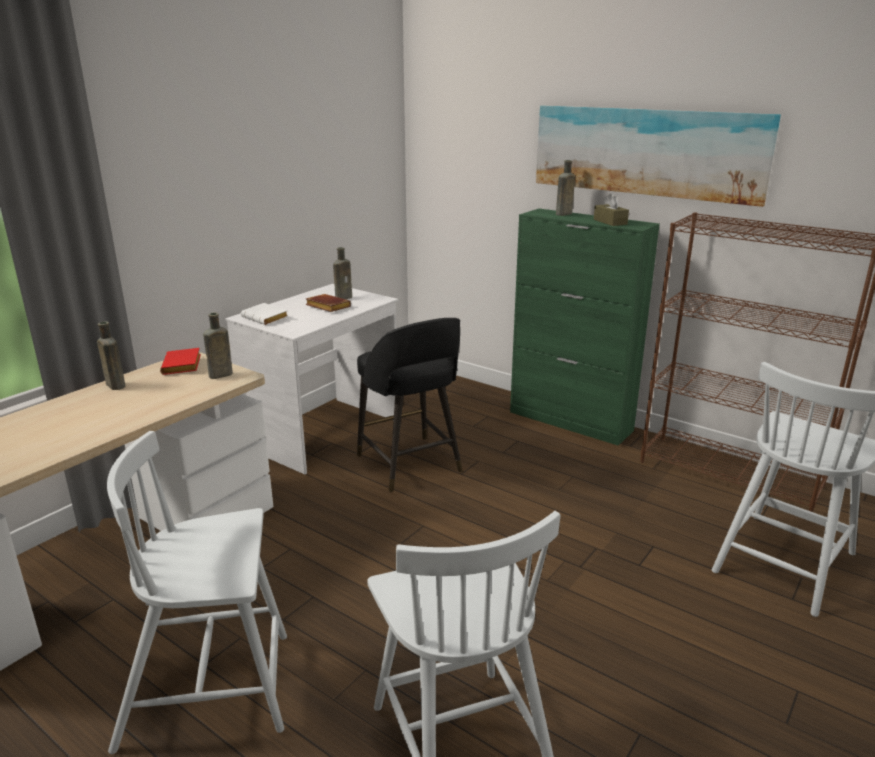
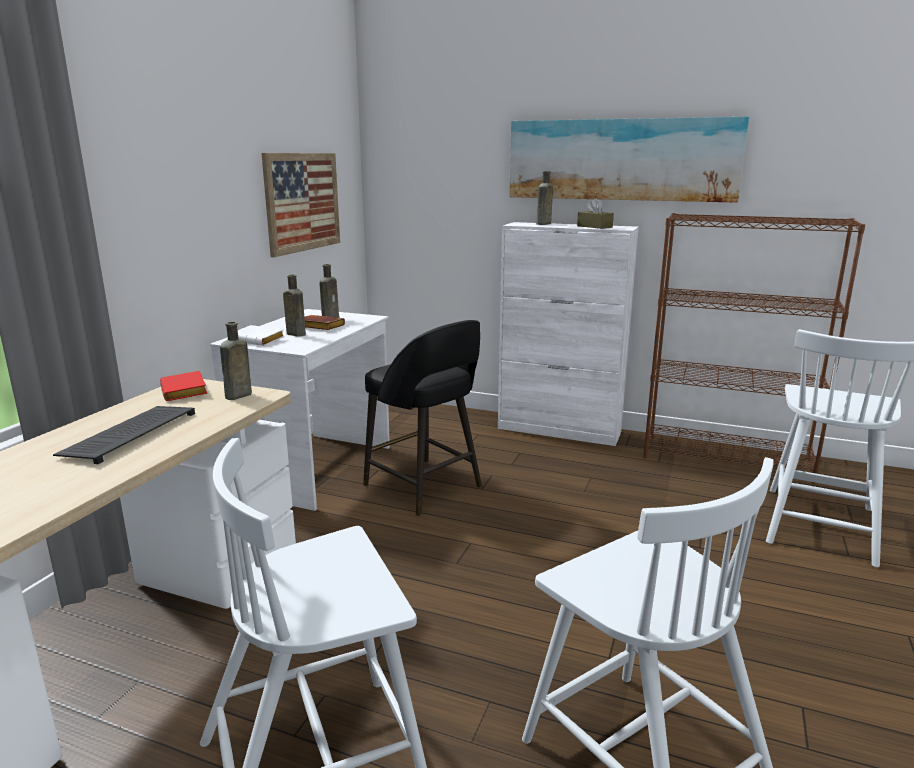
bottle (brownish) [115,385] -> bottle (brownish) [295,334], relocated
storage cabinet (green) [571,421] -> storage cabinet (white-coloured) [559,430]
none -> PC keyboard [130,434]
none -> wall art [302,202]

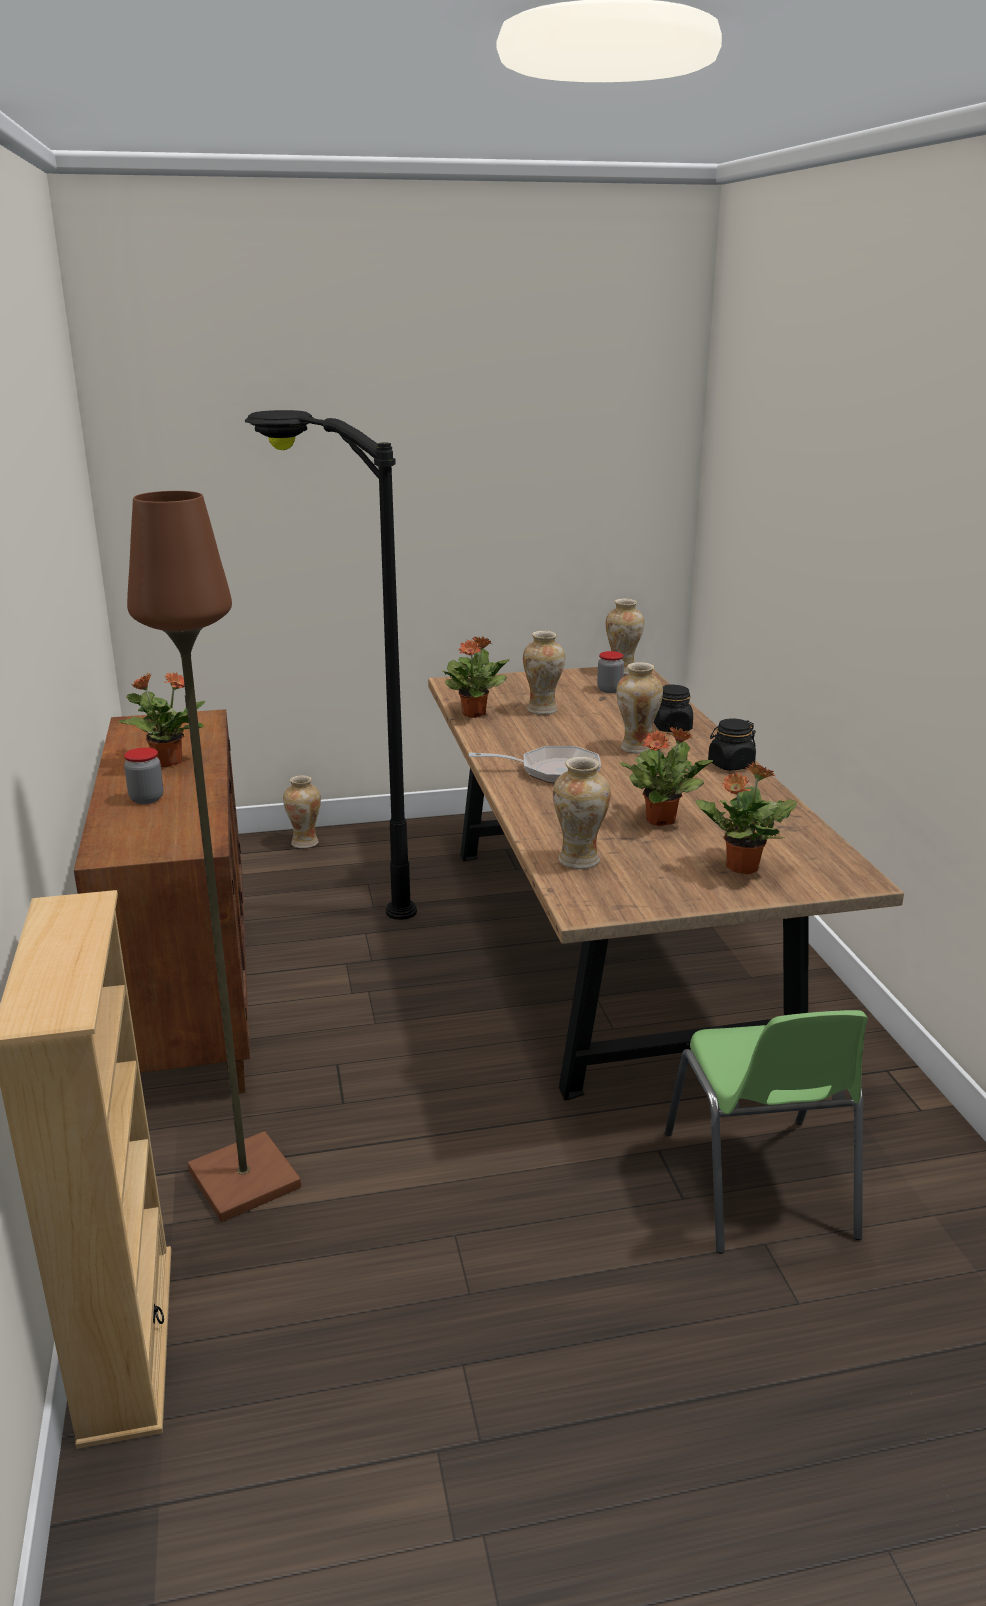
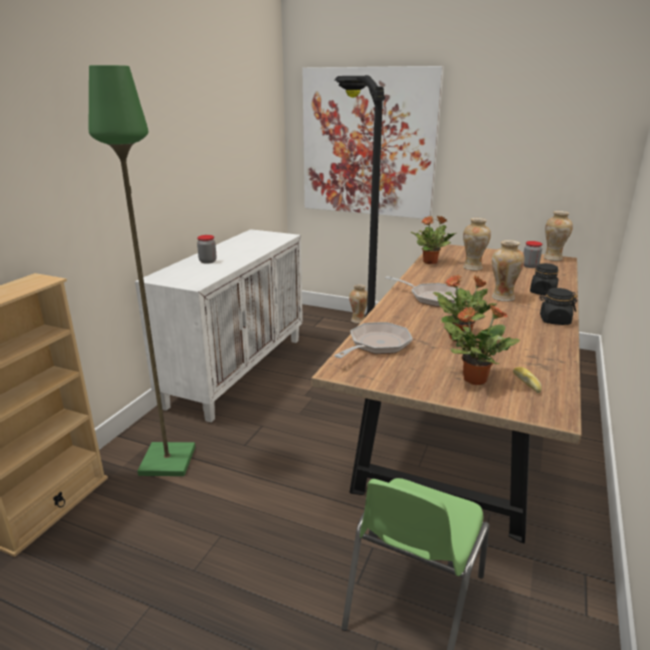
storage cabinet (brownish) [187,993] -> storage cabinet (white-coloured) [237,370]
plant in a pot [167,762] -> none
standing lamp (brownish) [242,1179] -> standing lamp (green) [167,460]
flower vase [579,861] -> skillet [376,345]
none -> wall art [368,143]
none -> bakery bread [527,383]

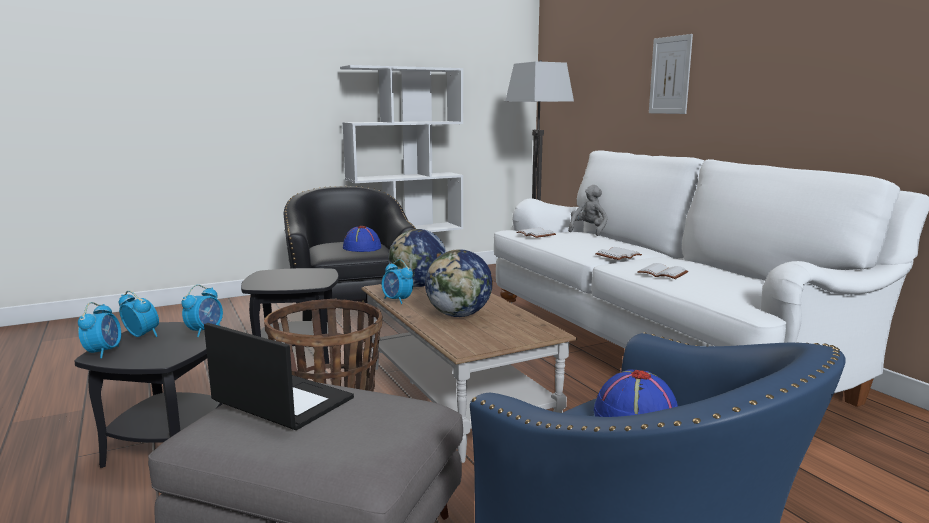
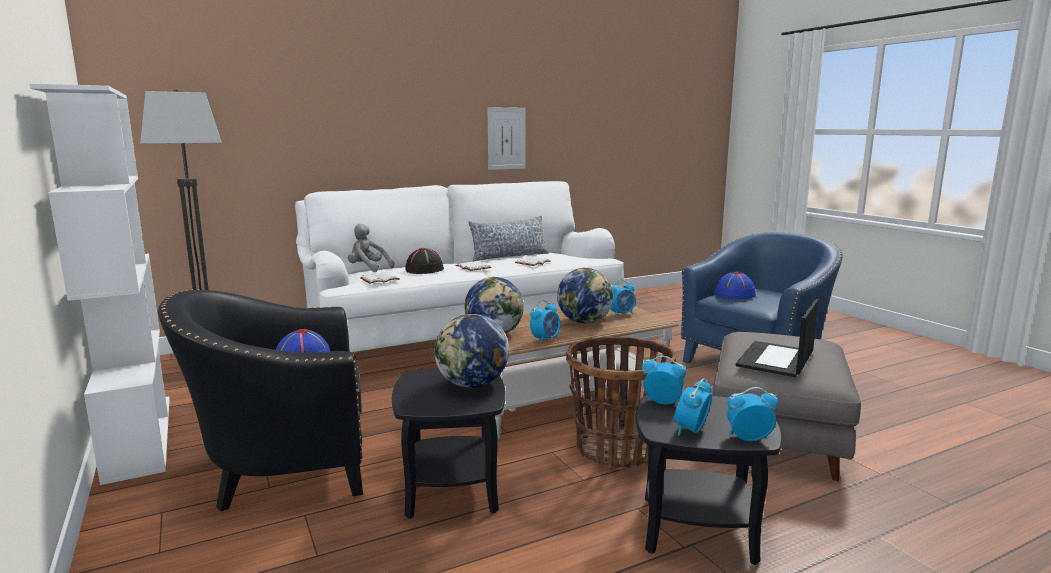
wall art [670,75] -> wall art [506,138], relocated
none -> wearable hat (black) [424,270]
none -> desk globe [472,385]
none -> cushion [509,256]
none -> bedside clock [621,314]

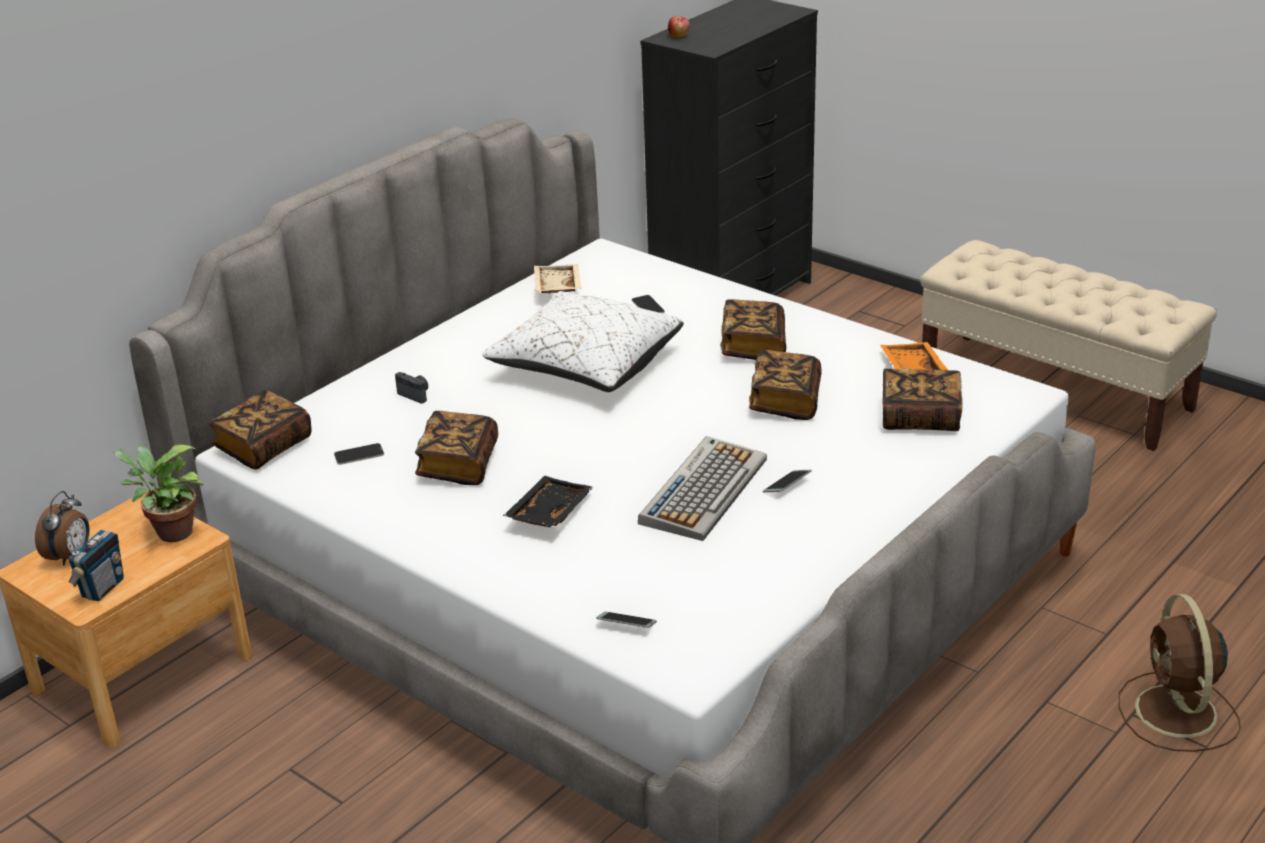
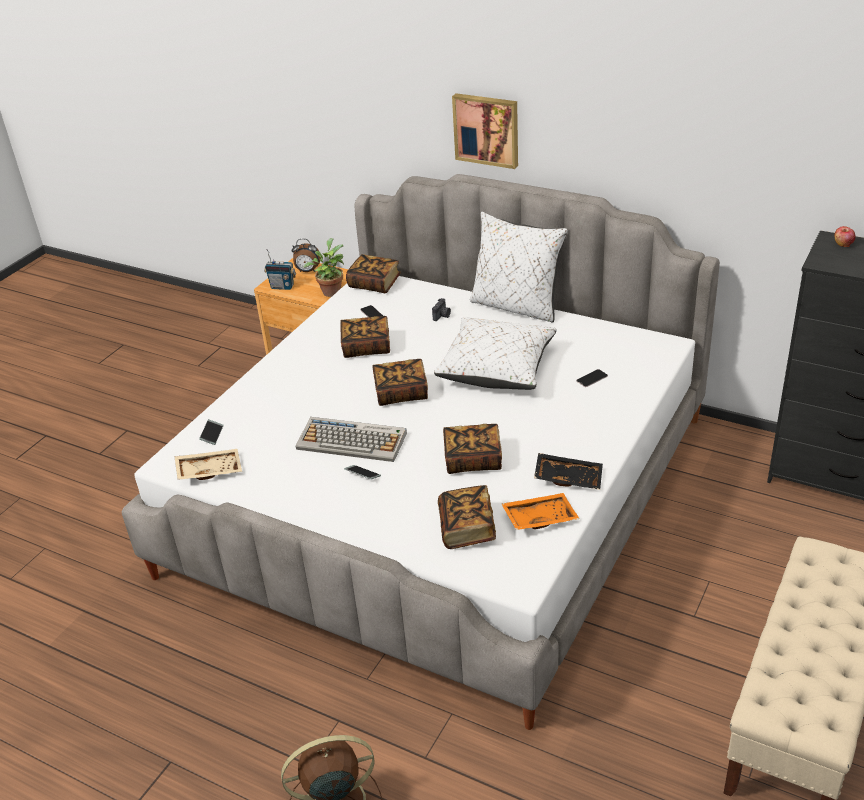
carrying tray (black) [548,512] -> carrying tray (black) [568,477], relocated
carrying tray (beige-coloured) [556,288] -> carrying tray (beige-coloured) [209,470], relocated
book [753,347] -> book [401,393], relocated
none -> wall art [487,129]
none -> cushion (white-coloured) [516,306]

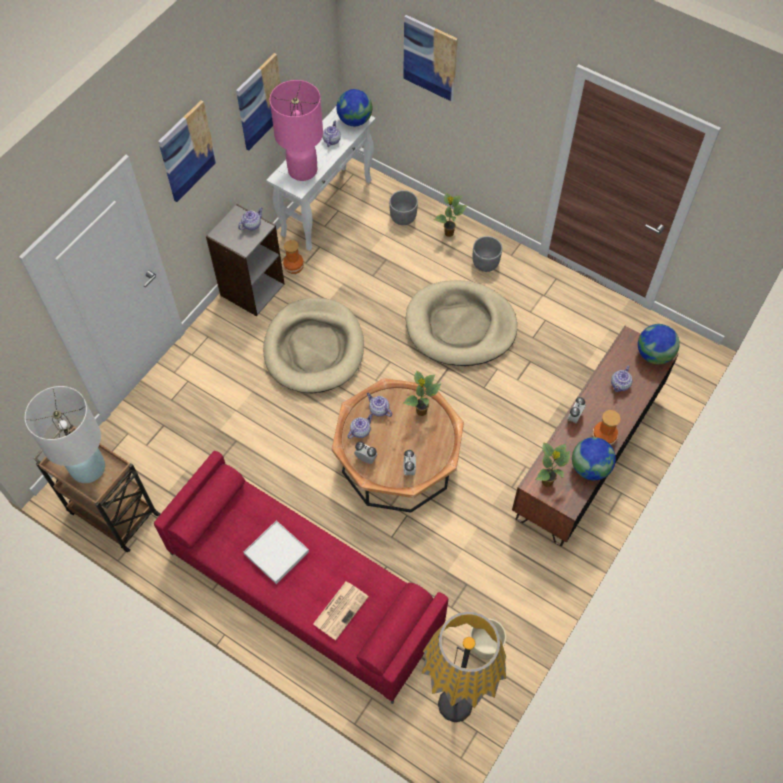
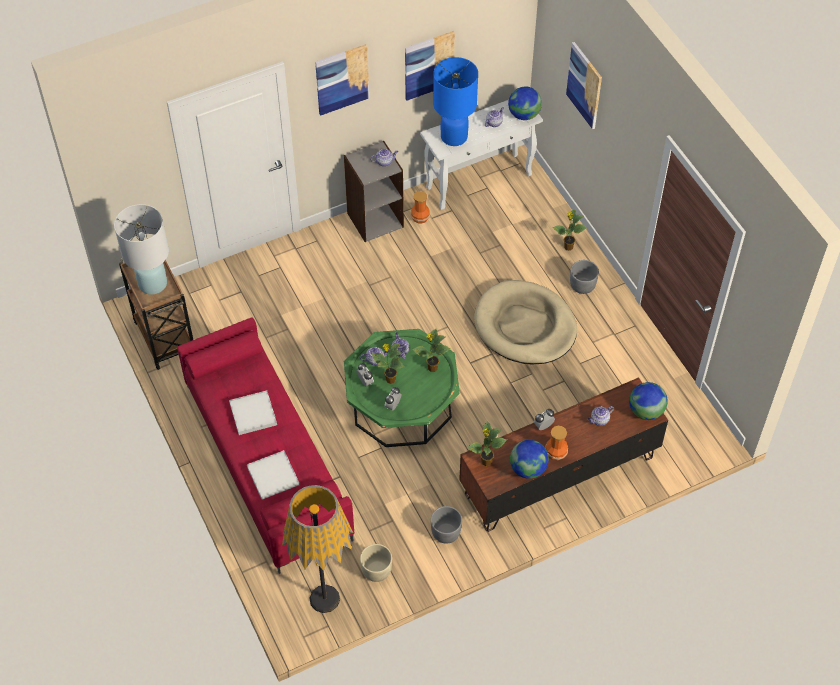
dog bed (beige-coloured) [314,348] -> none
table lamp (pinkish) [302,170] -> table lamp (bluish) [454,137]
daily paper [341,609] -> carrying tray (white-coloured) [273,476]
lounge table (brownish) [397,461] -> lounge table (green) [401,404]
plant pot (greyish) [403,217] -> plant pot (greyish) [446,533], relocated
none -> plant in a pot [390,379]

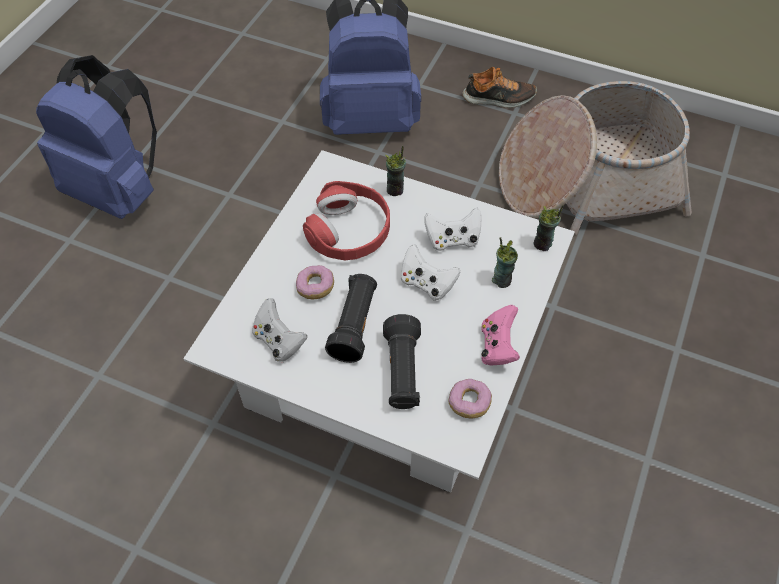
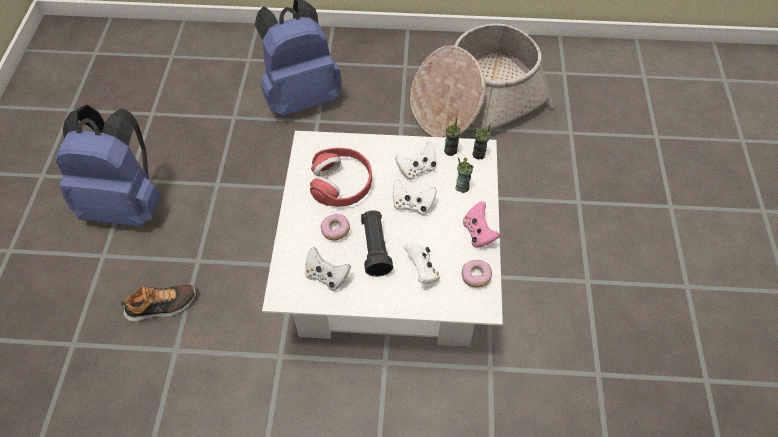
hand torch (black) [402,372] -> joypad (white-coloured) [422,270]
small cup [395,190] -> small cup [450,150], relocated
item of footwear [498,98] -> item of footwear [162,306], relocated

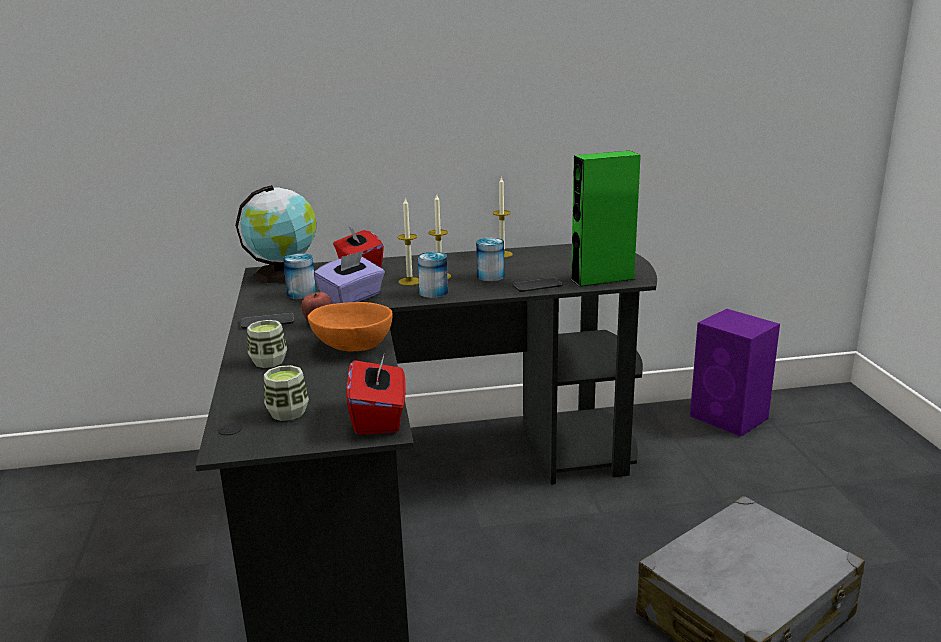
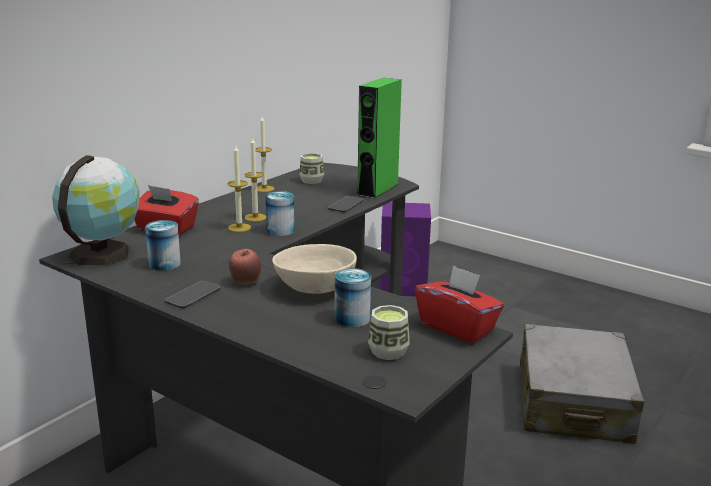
small cup [268,361] -> small cup [311,180], relocated
bowl (orange-coloured) [353,346] -> bowl (beige-coloured) [316,288]
tissue holder (purple) [352,298] -> none
metal can [490,276] -> metal can [352,318], relocated

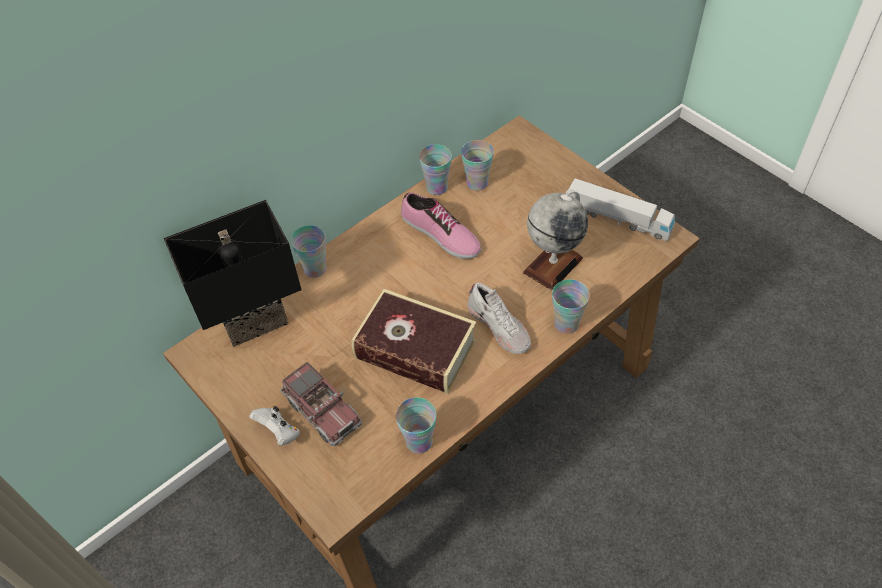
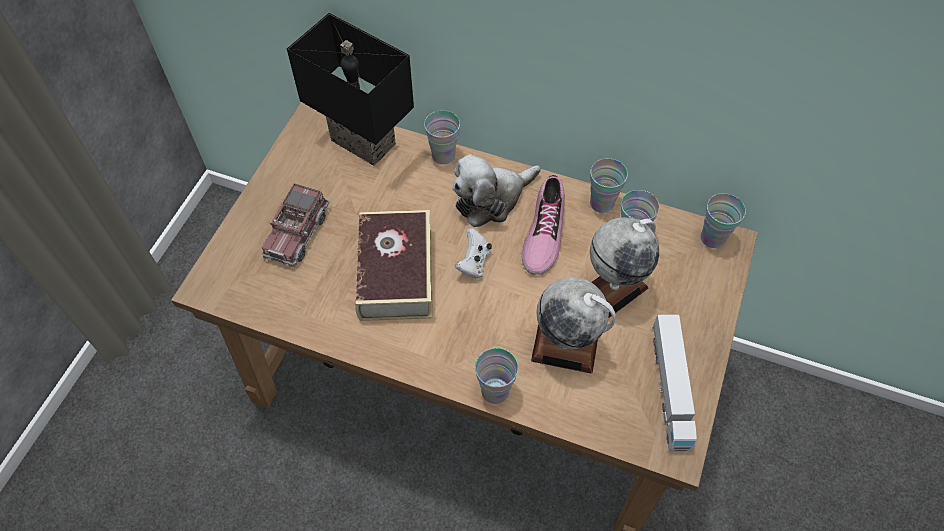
joypad (white-coloured) [279,432] -> joypad (white-coloured) [474,262], relocated
small cup [419,441] -> small cup [712,238], relocated
item of footwear (white-coloured) [499,327] -> none
none -> plush toy [492,199]
none -> desk globe [613,289]

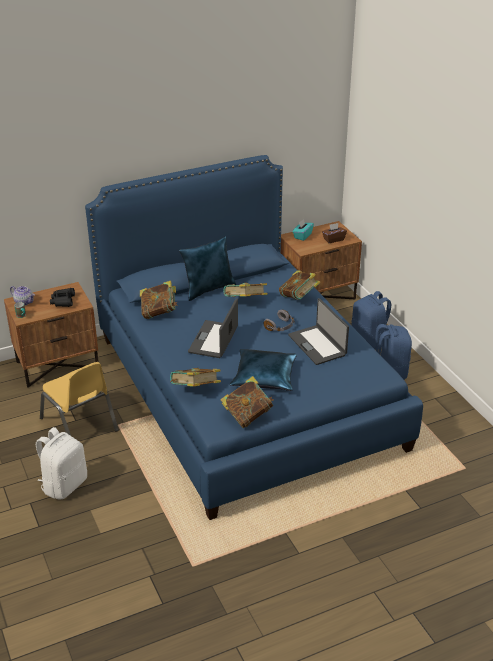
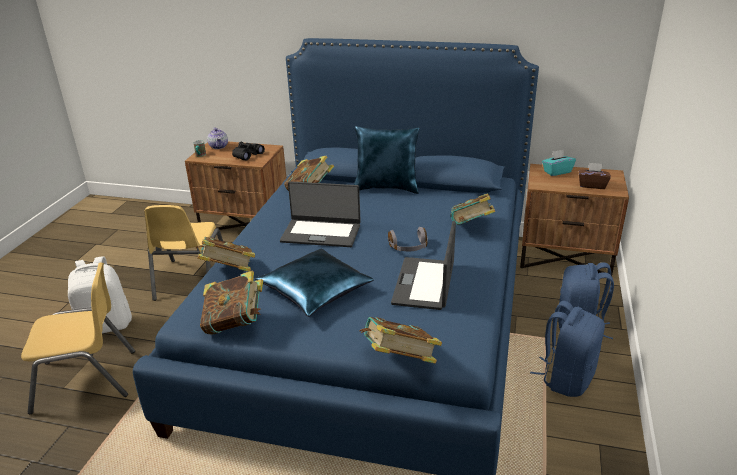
notebook computer [214,340] -> notebook computer [321,233], 135 degrees counterclockwise
book [245,303] -> book [399,360], relocated
none -> chair (yellowish) [86,380]

